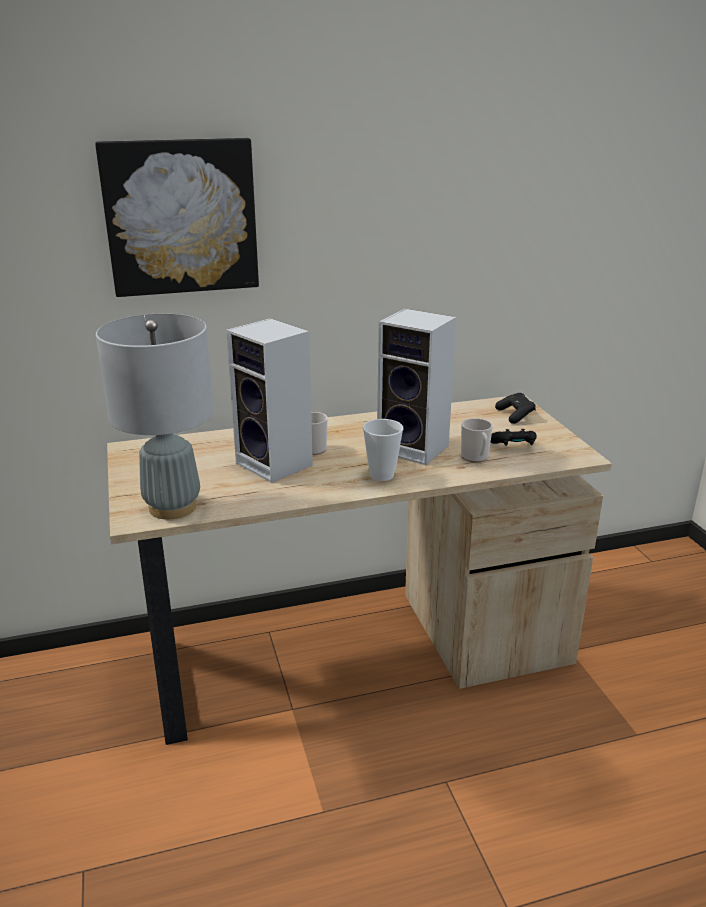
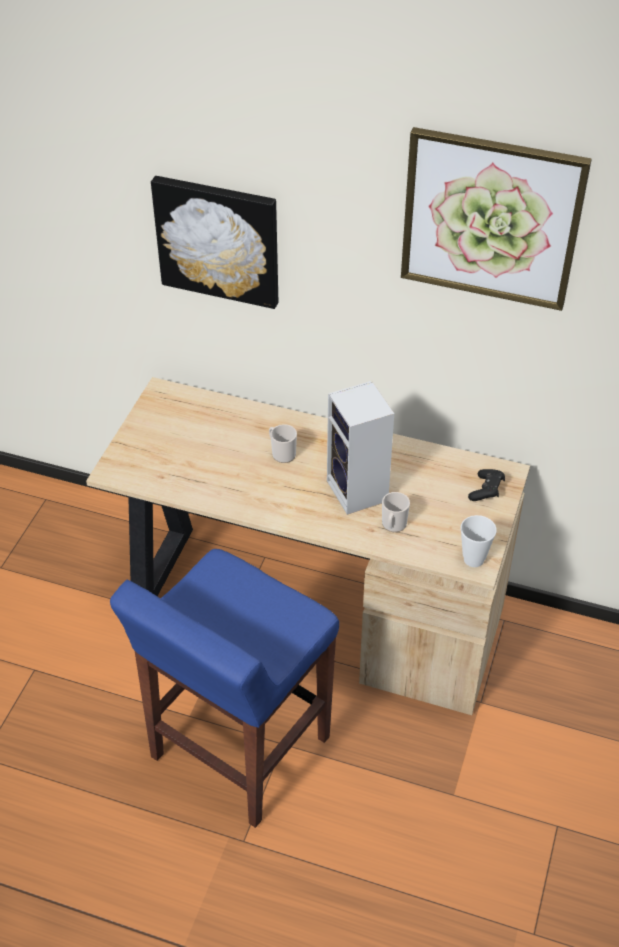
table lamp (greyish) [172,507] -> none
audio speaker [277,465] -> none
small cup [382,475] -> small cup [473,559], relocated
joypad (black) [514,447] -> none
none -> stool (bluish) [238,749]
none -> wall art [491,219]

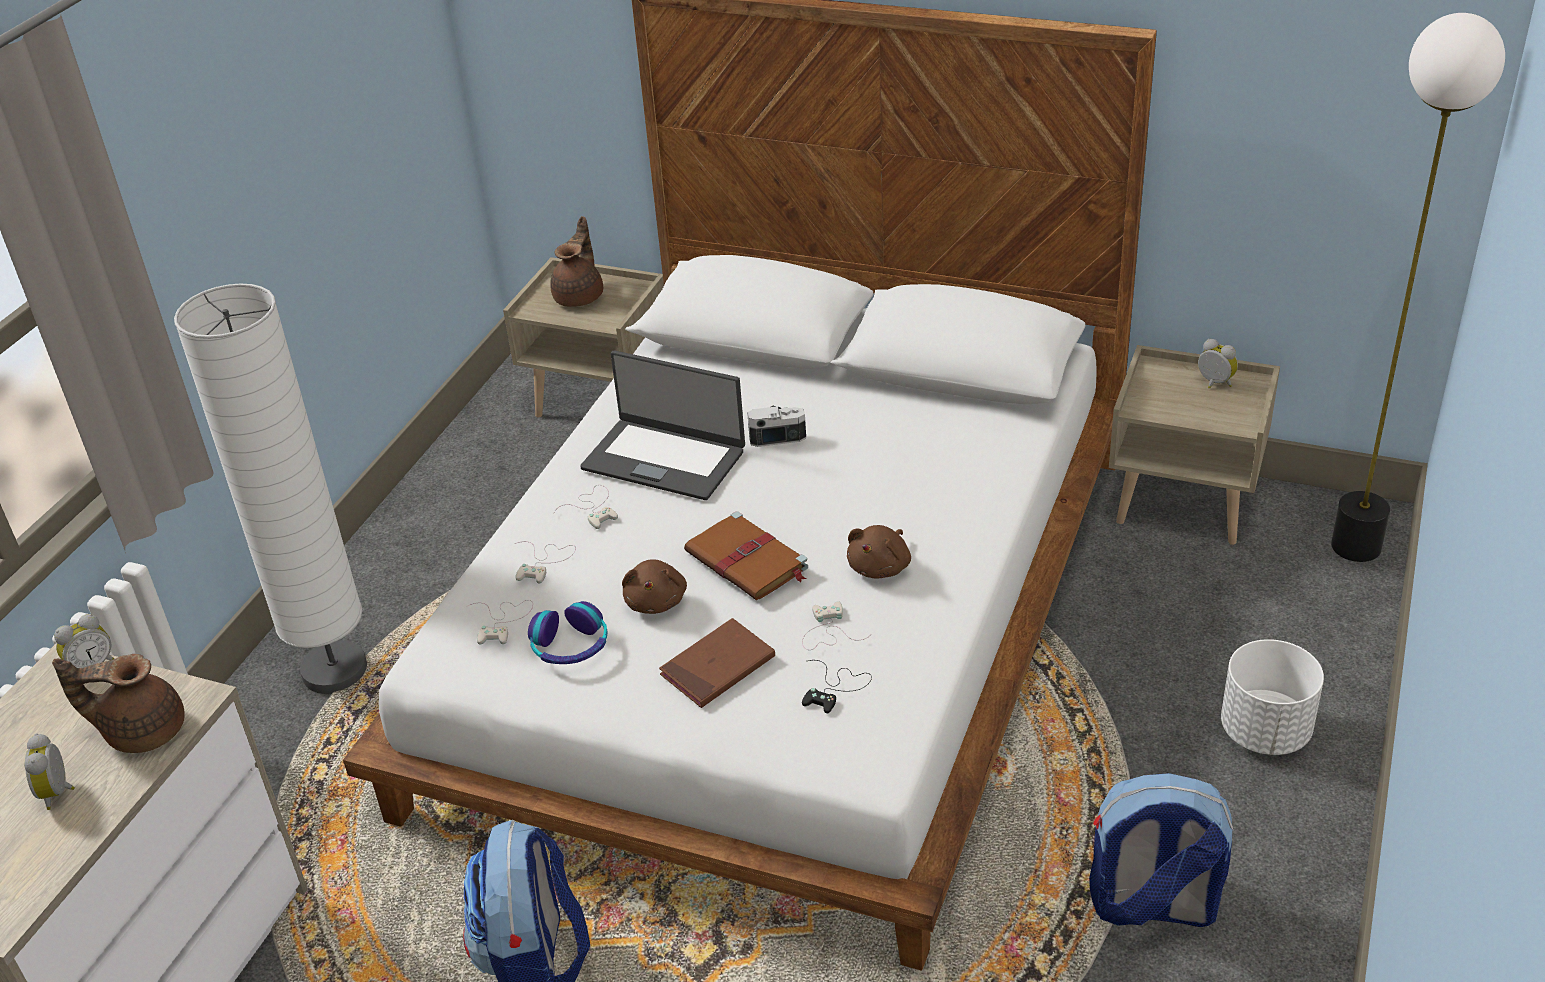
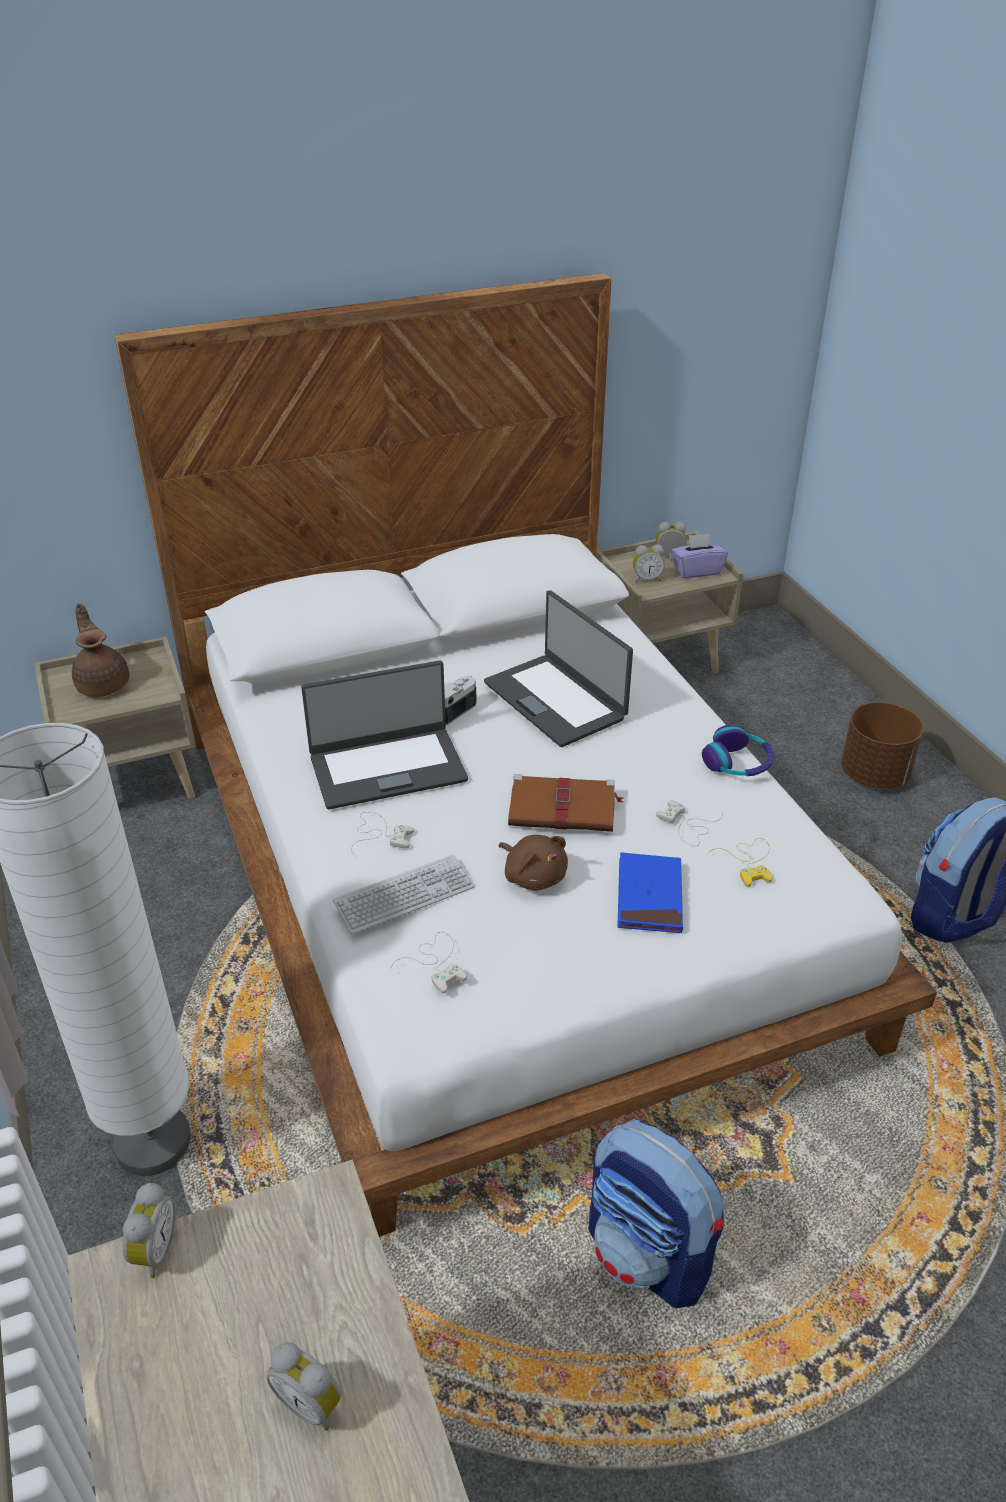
tea pot (brownish) [142,730] -> none
joypad (white-coloured) [544,561] -> PC keyboard [404,896]
headphones [570,646] -> headphones [738,763], relocated
book (brownish) [718,667] -> book (bluish) [649,896]
joypad (black) [835,688] -> joypad (yellowish) [749,861]
plush toy (brownish) [881,567] -> none
plant pot (white-coloured) [1266,732] -> plant pot (brownish) [874,775]
standing lamp [1356,546] -> none
none -> notebook computer [556,700]
none -> bedside clock [646,579]
none -> tissue holder (purple) [697,571]

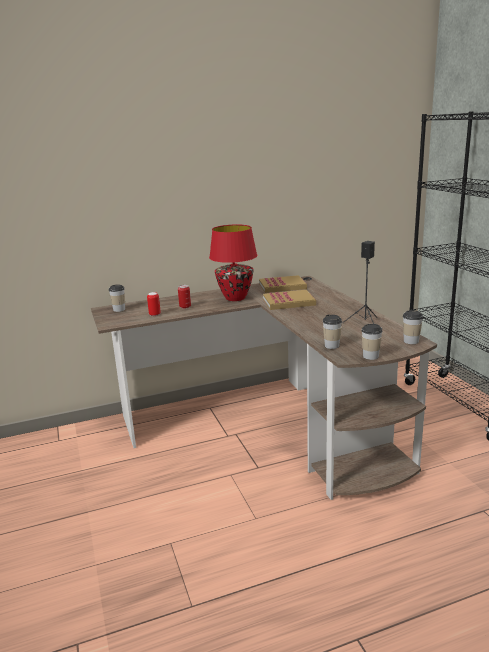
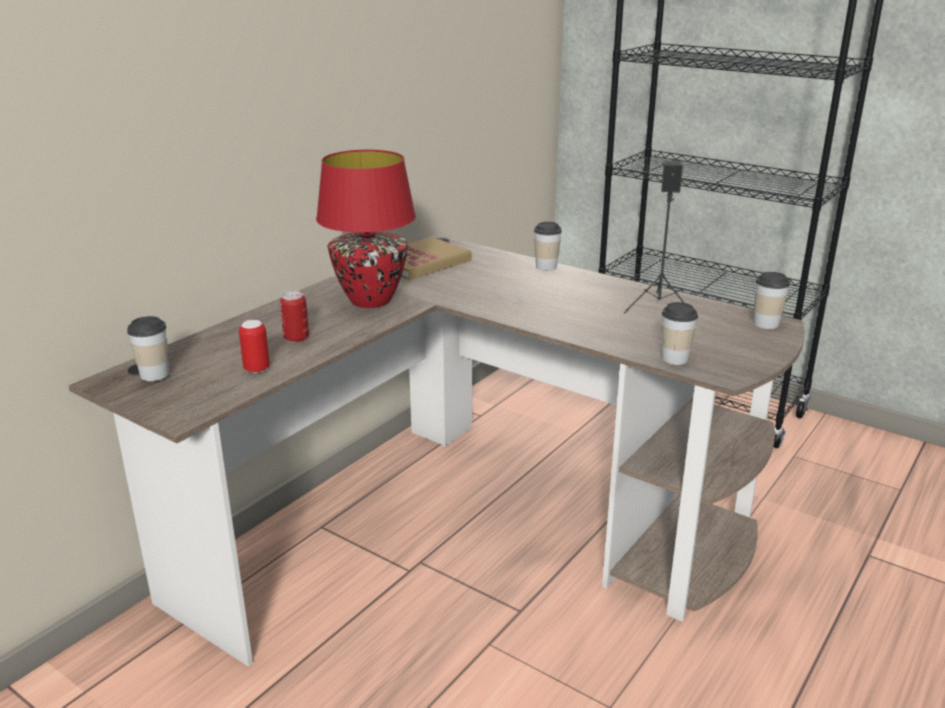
book [288,302] -> none
small cup [370,356] -> small cup [546,267], relocated

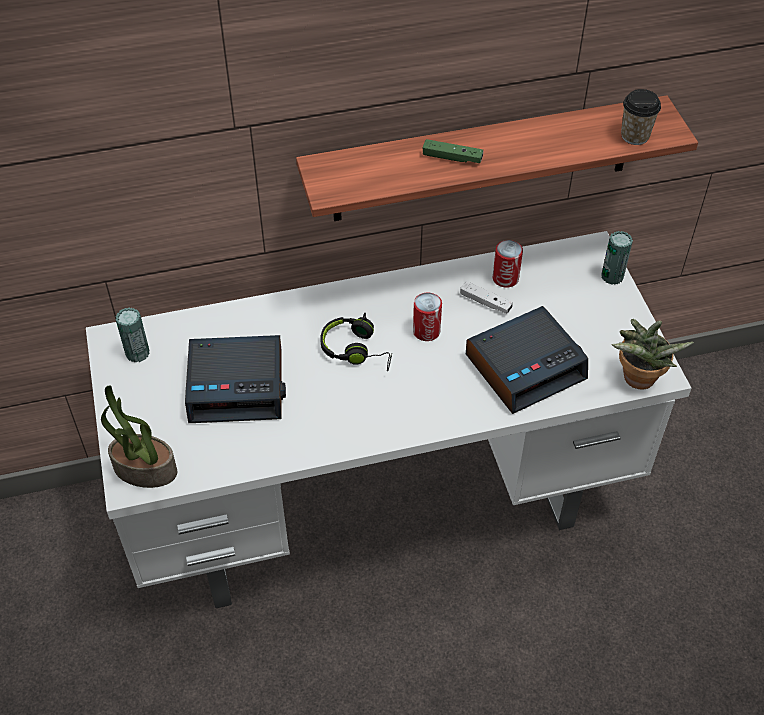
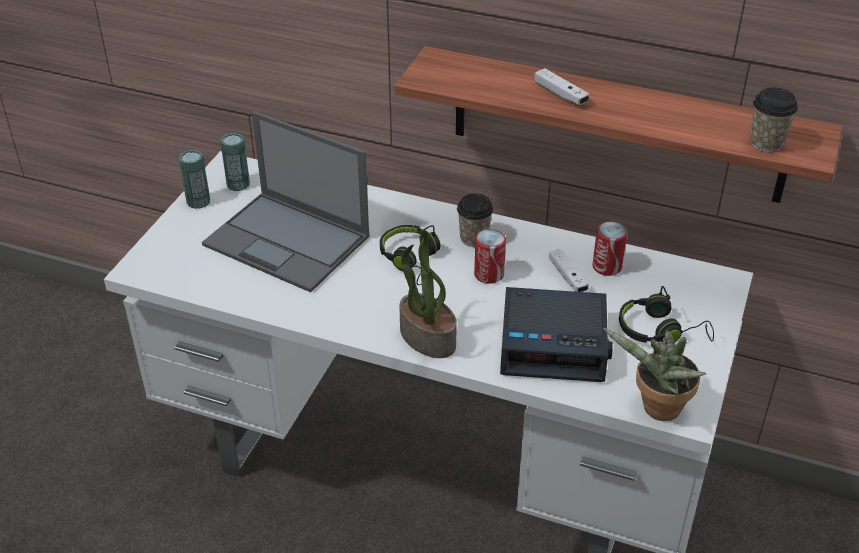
plant in a pot [144,470] -> plant in a pot [426,338], relocated
bedside clock [237,386] -> notebook computer [288,241]
joypad (green) [452,158] -> joypad (white-coloured) [560,94]
metal can [612,276] -> metal can [198,201], relocated
none -> small cup [474,238]
none -> headphones (black) [660,330]

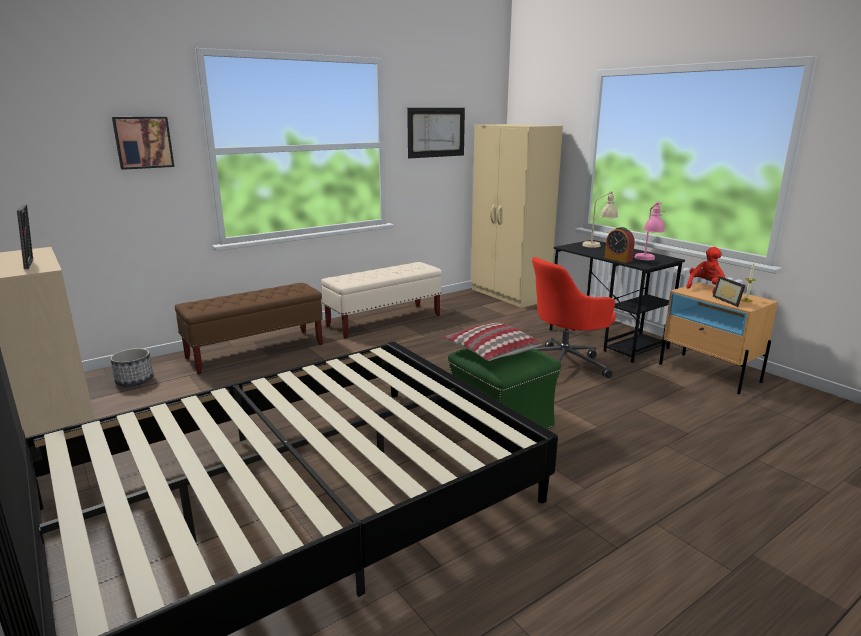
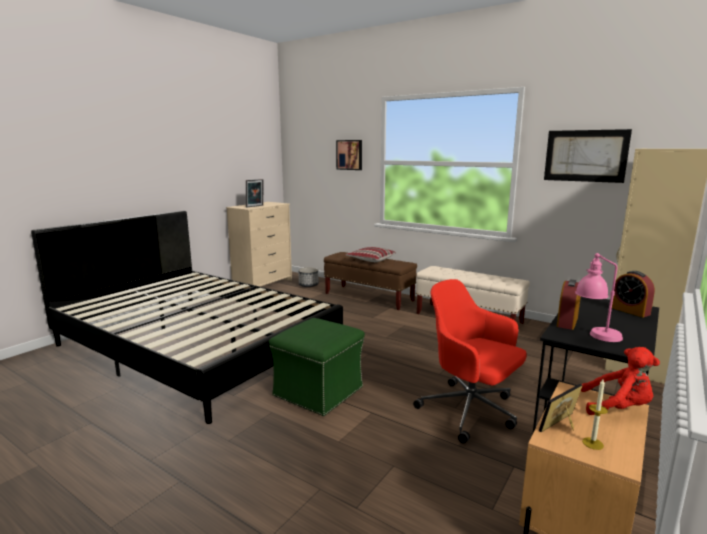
cushion [490,351] -> cushion [370,259], relocated
table lamp (beige-coloured) [598,245] -> bedside clock [629,311]

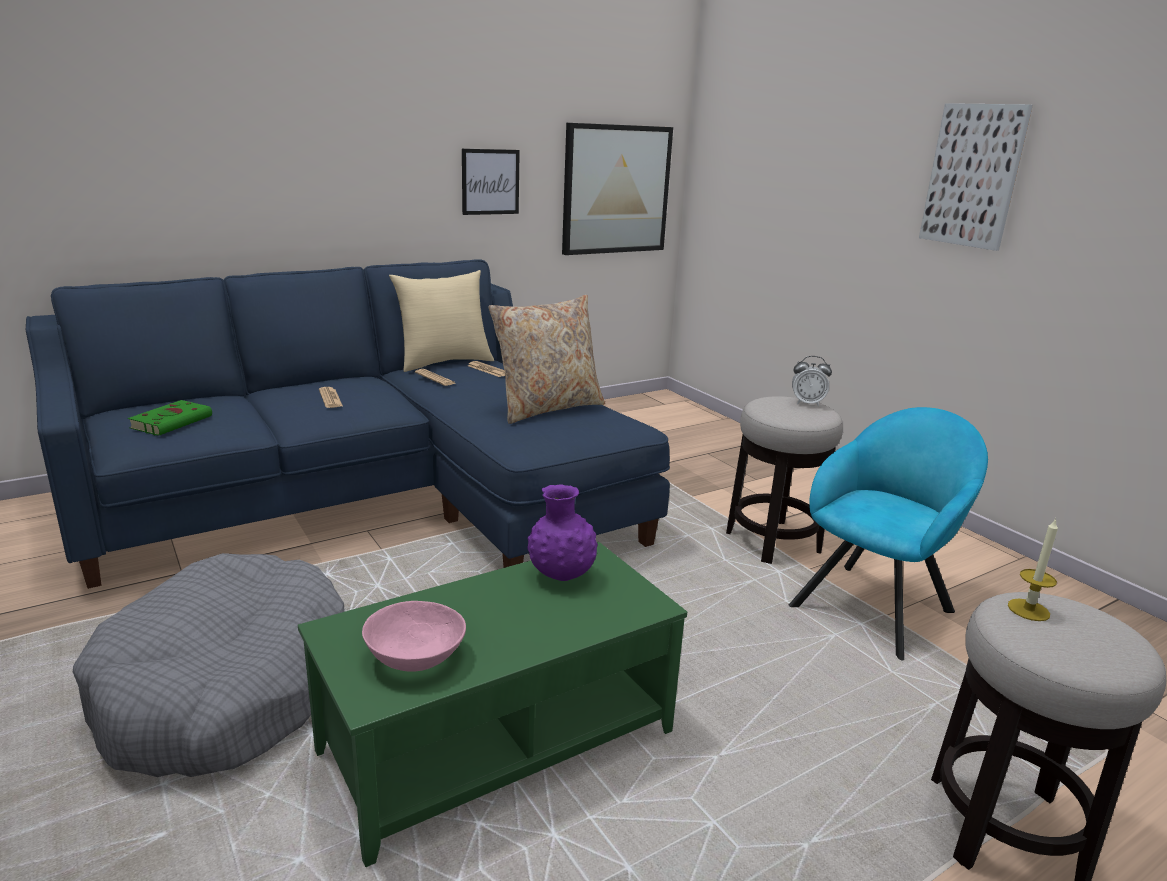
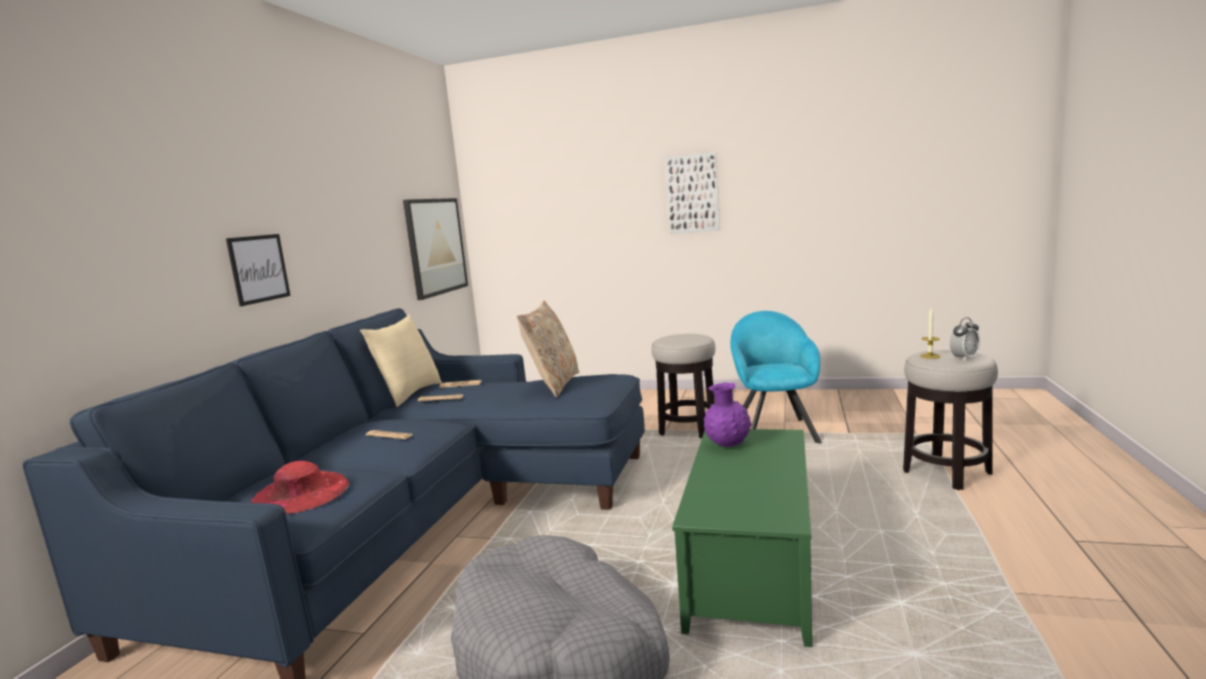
book (green) [173,422] -> wearable hat (reddish) [300,494]
bowl (pinkish) [414,658] -> none
wall art [490,182] -> wall art [259,268], relocated
bedside clock [807,403] -> bedside clock [964,358], relocated

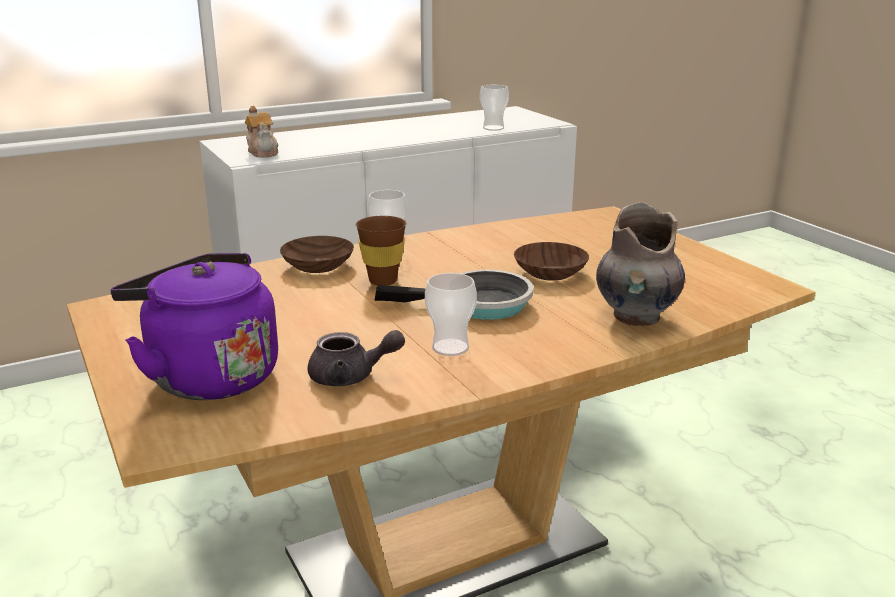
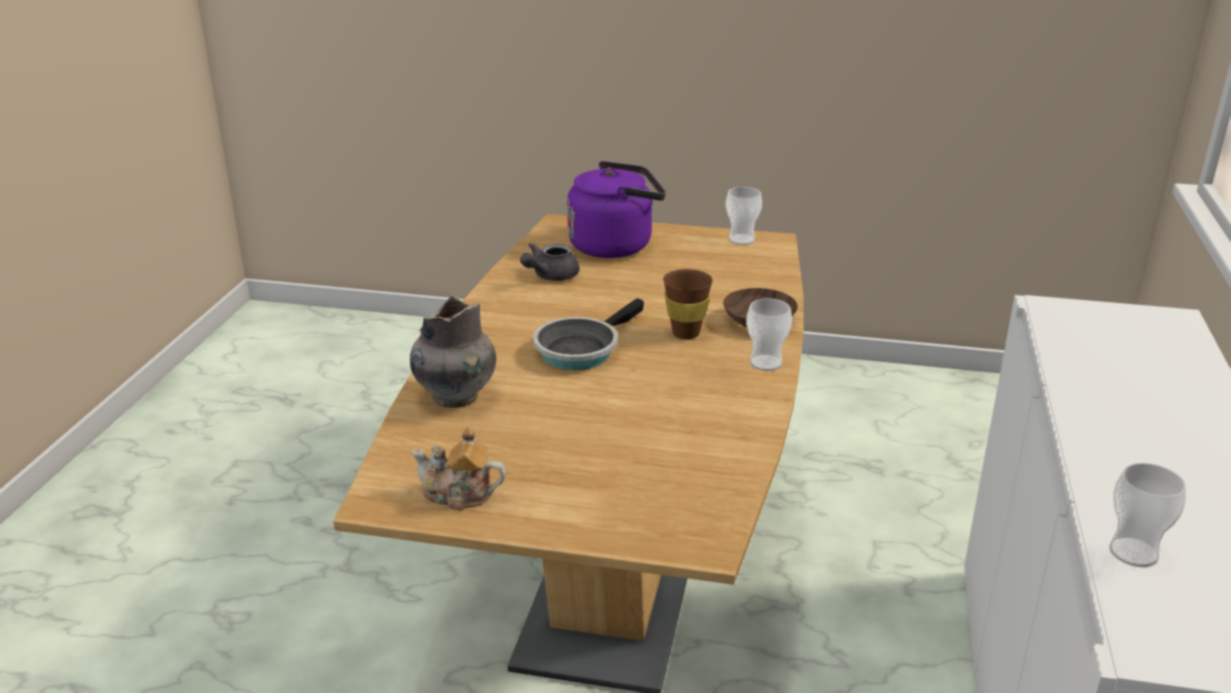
tea pot [263,152] -> tea pot [459,495], relocated
small cup [450,348] -> small cup [741,240], relocated
bowl (brownish) [549,272] -> none

